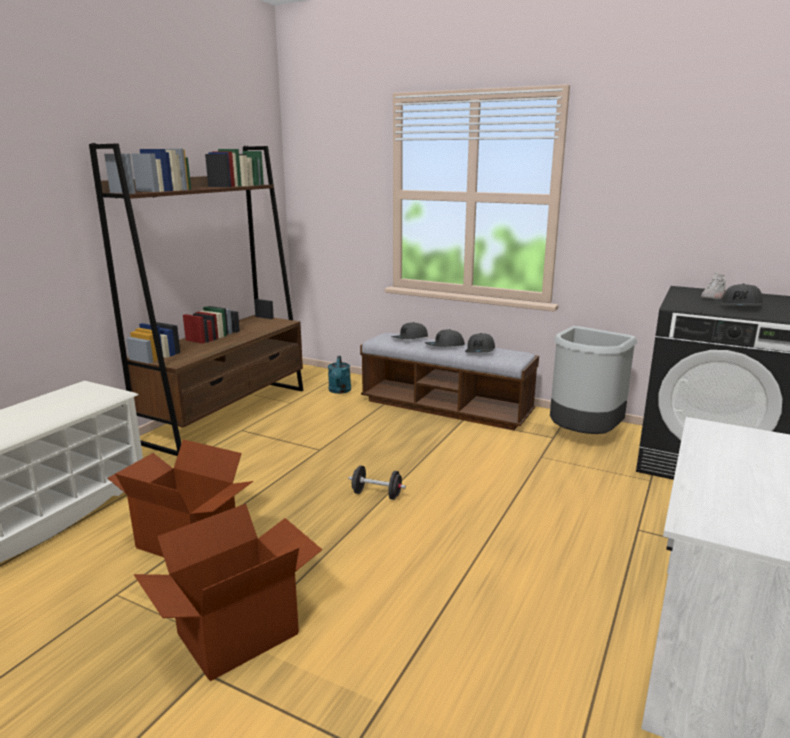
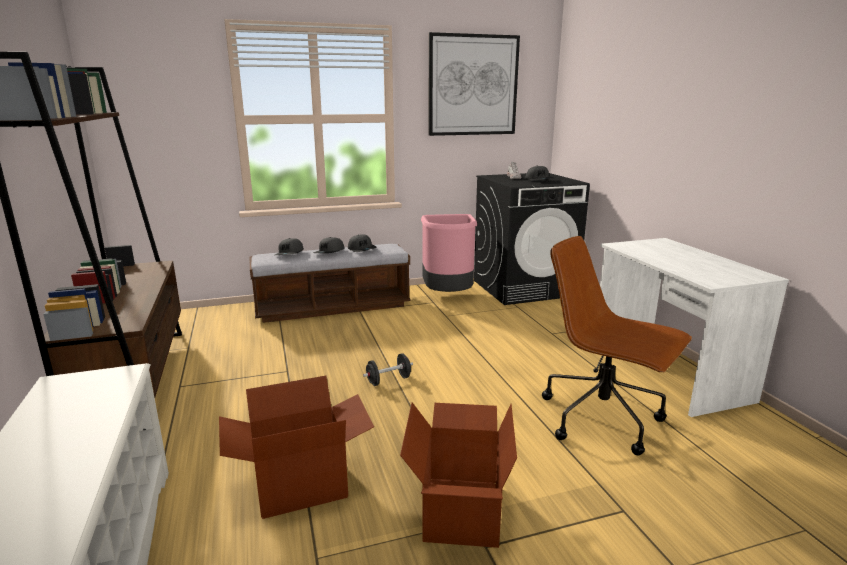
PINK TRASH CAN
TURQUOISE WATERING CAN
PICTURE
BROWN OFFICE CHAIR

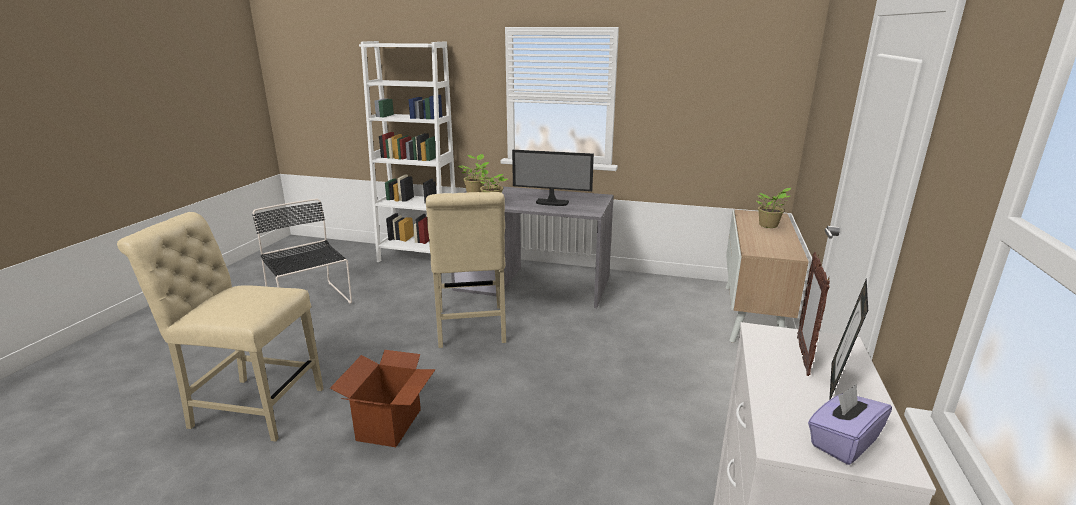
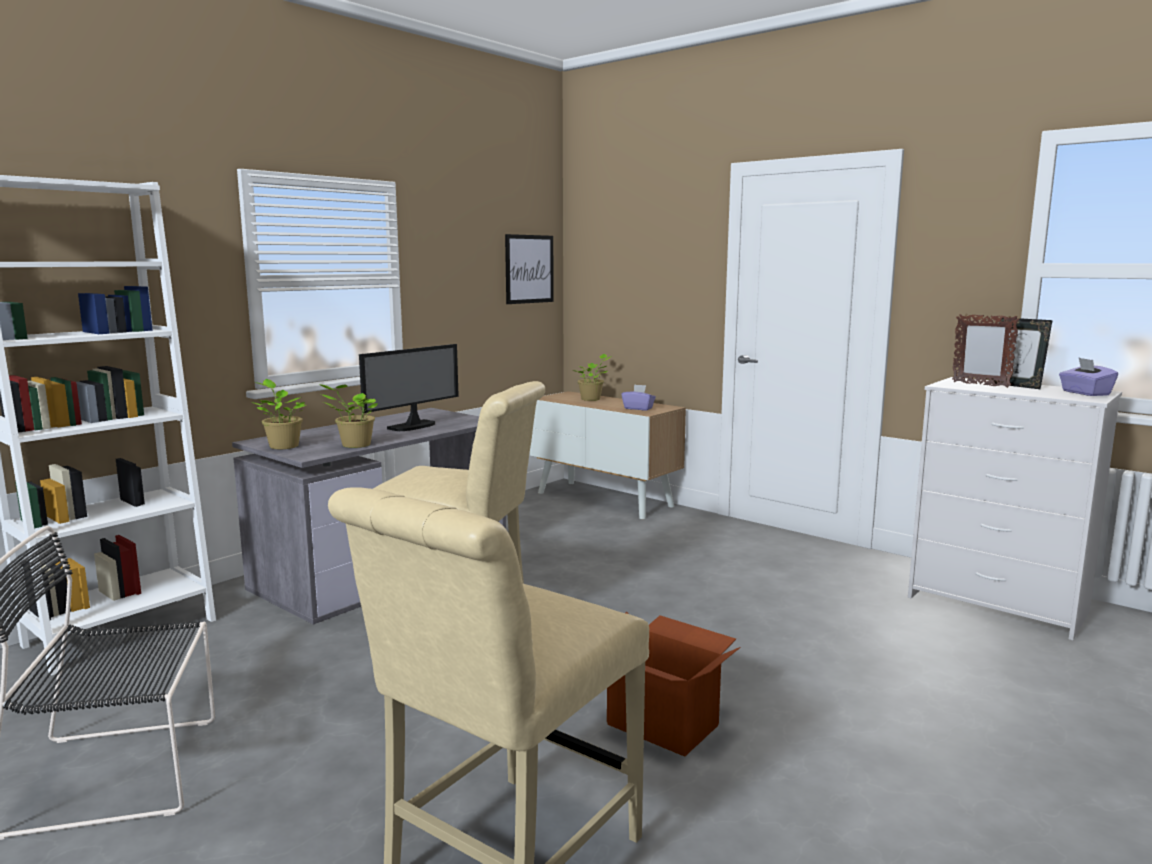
PICTURE
PURPLE TISSUE BOX (no. 1 from left)

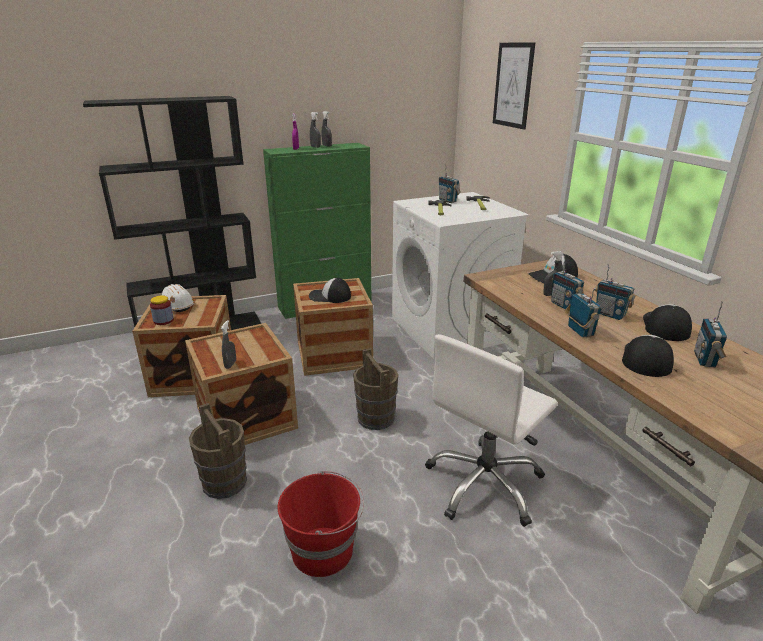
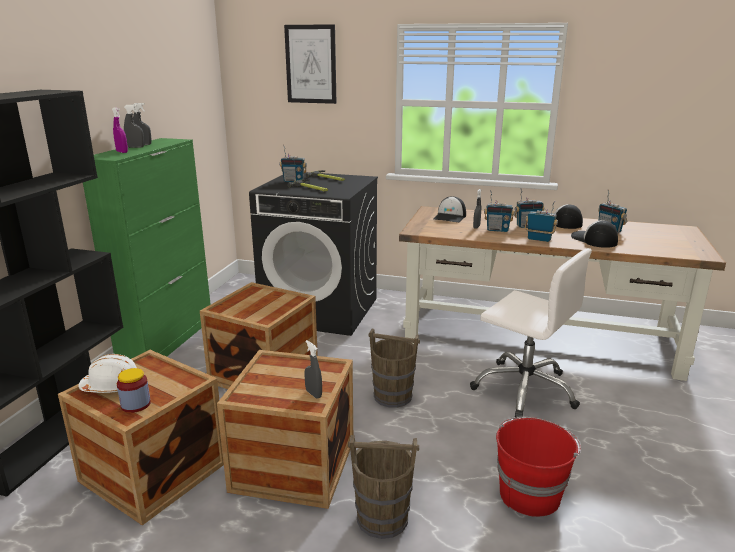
BLACK WASHING MACHINE
CAP (no. 1 from left in the first image)
WHITE OFFICE CHAIR

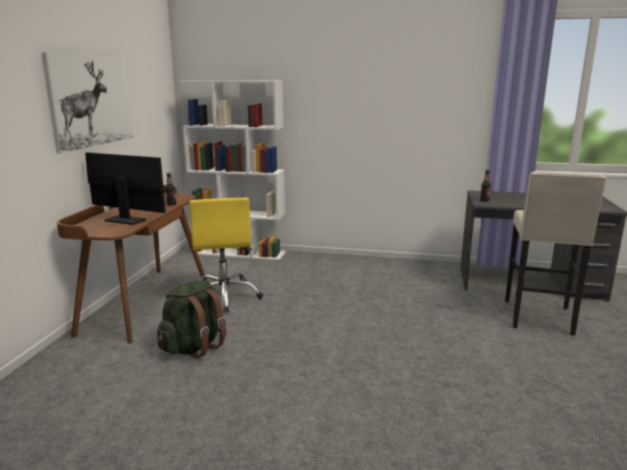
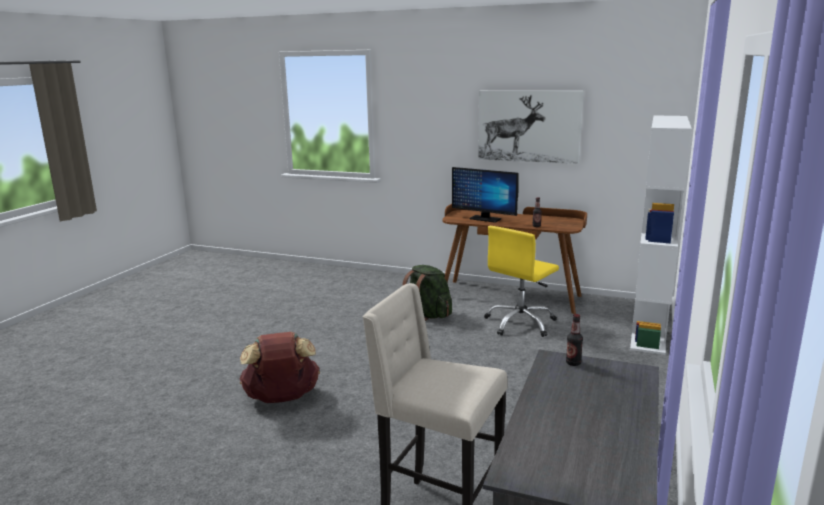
MONITOR
YELLOW OFFICE CHAIR
BROWN BACKPACK

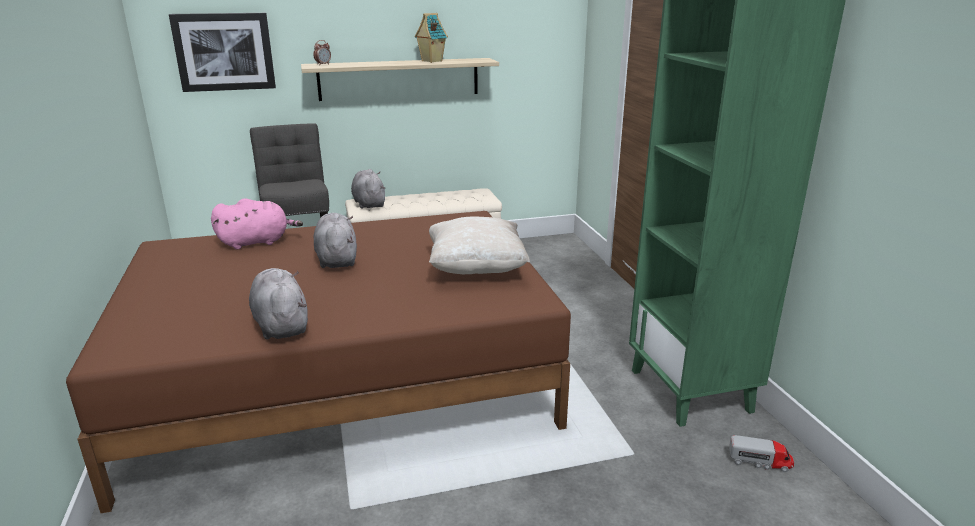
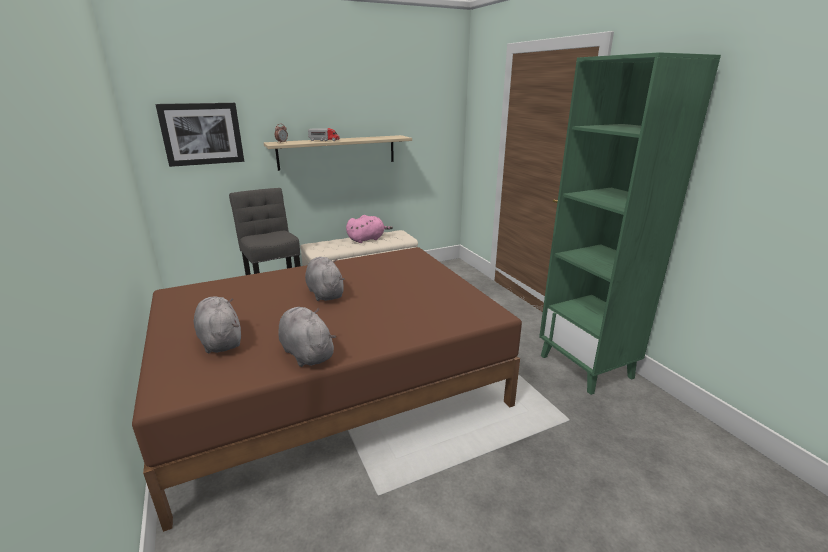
TOY HOUSE
GREY PLUSH TOY (no. 1 from left)
PINK PLUSH TOY
BEIGE PILLOW
TOY TRUCK

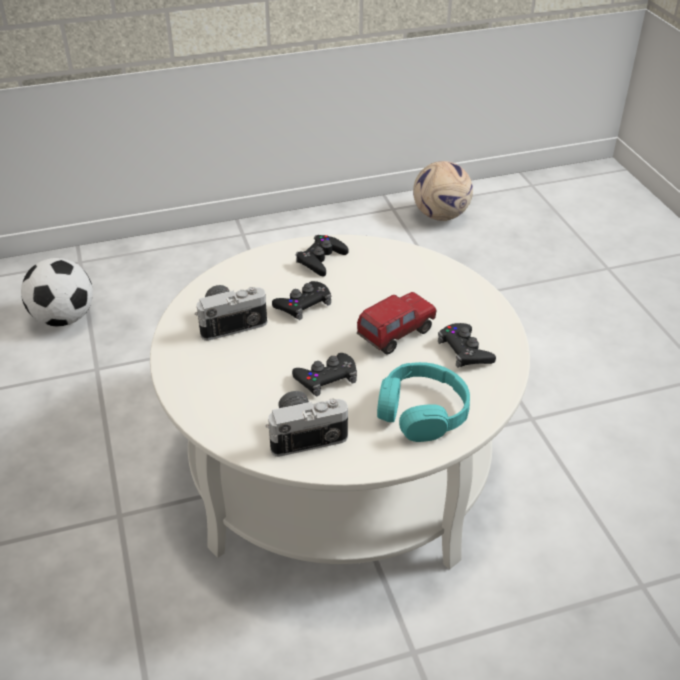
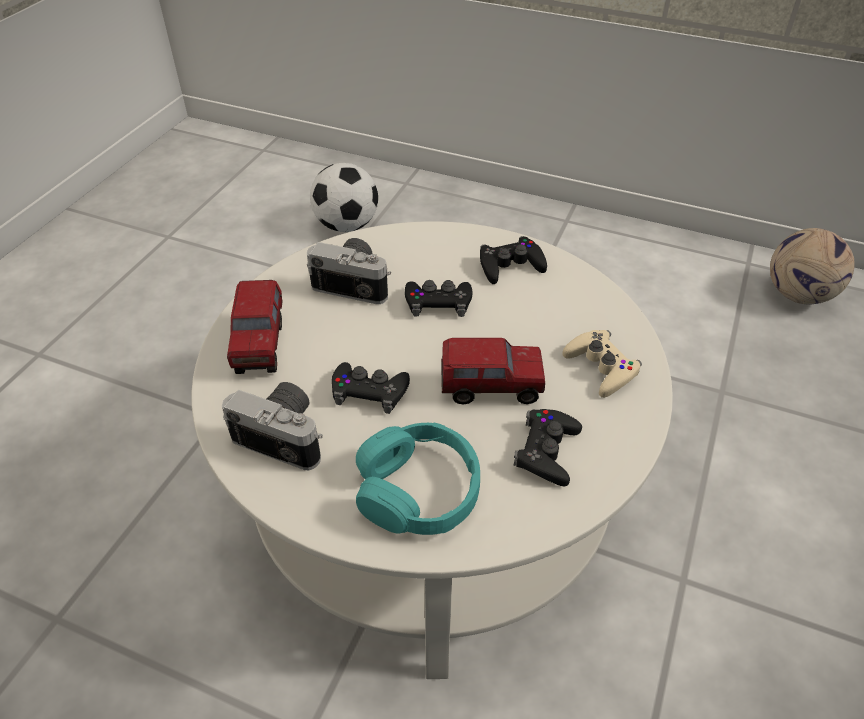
TOY TRUCK (no. 1 from left)
BEIGE GAME CONTROLLER

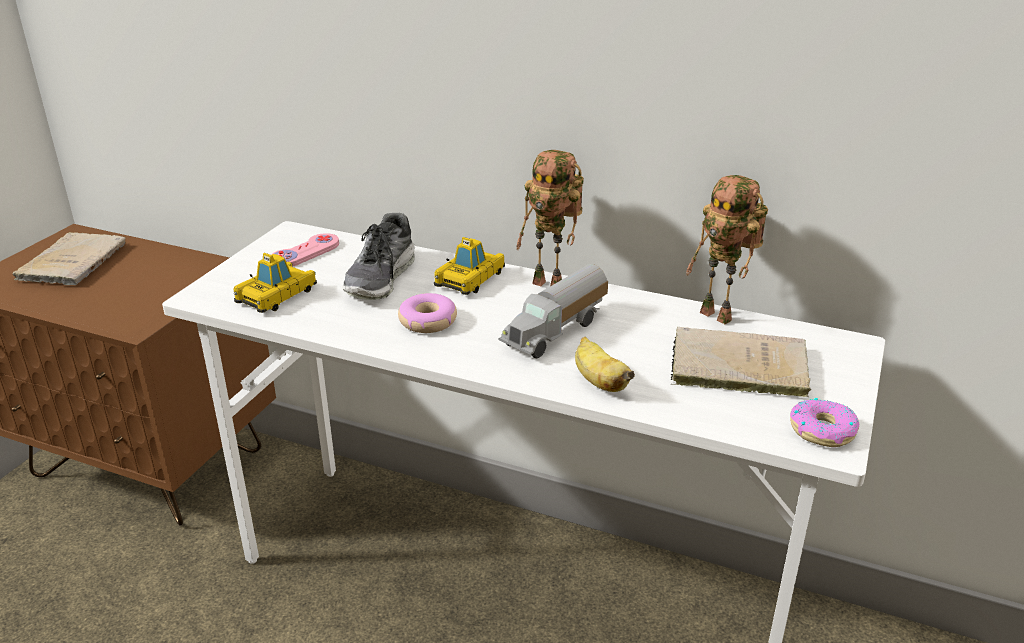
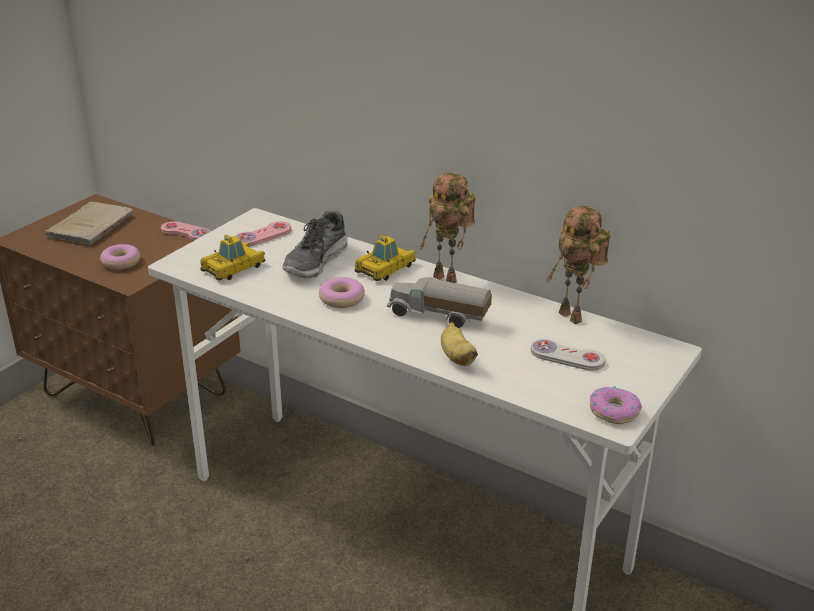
TOY TRUCK
WHITE GAME CONTROLLER
PINK GAME CONTROLLER (no. 1 from left)
DONUT (no. 1 from left)

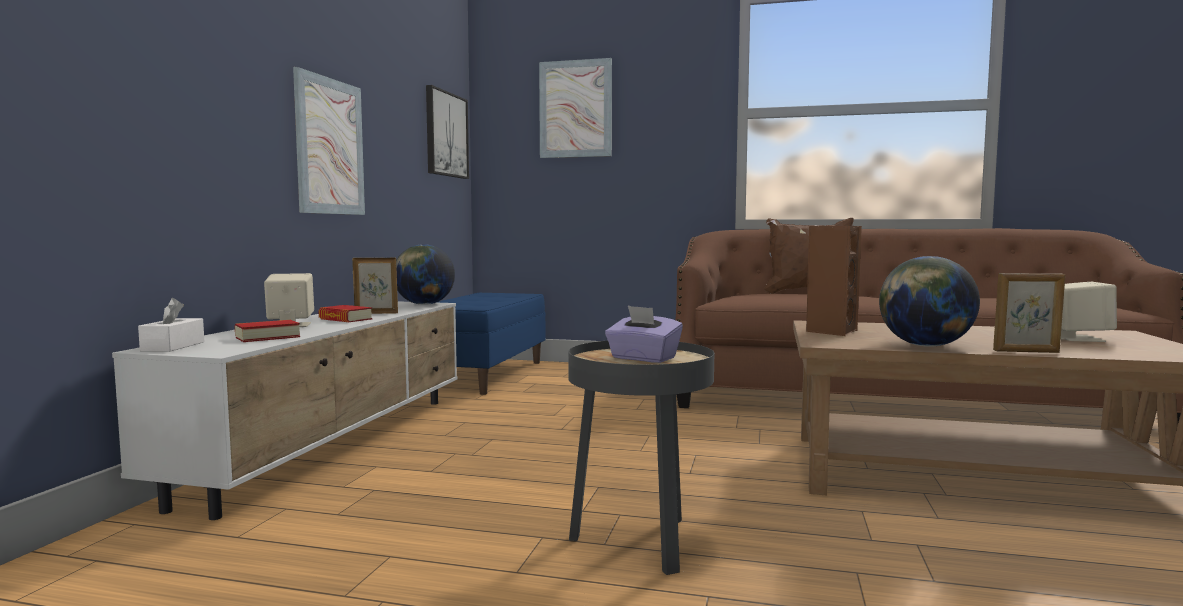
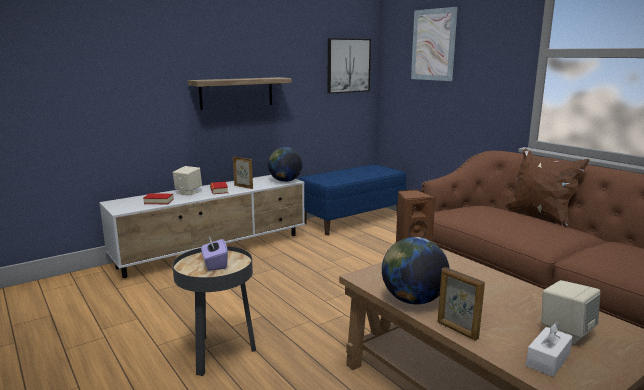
SHELF
WHITE TISSUE BOX

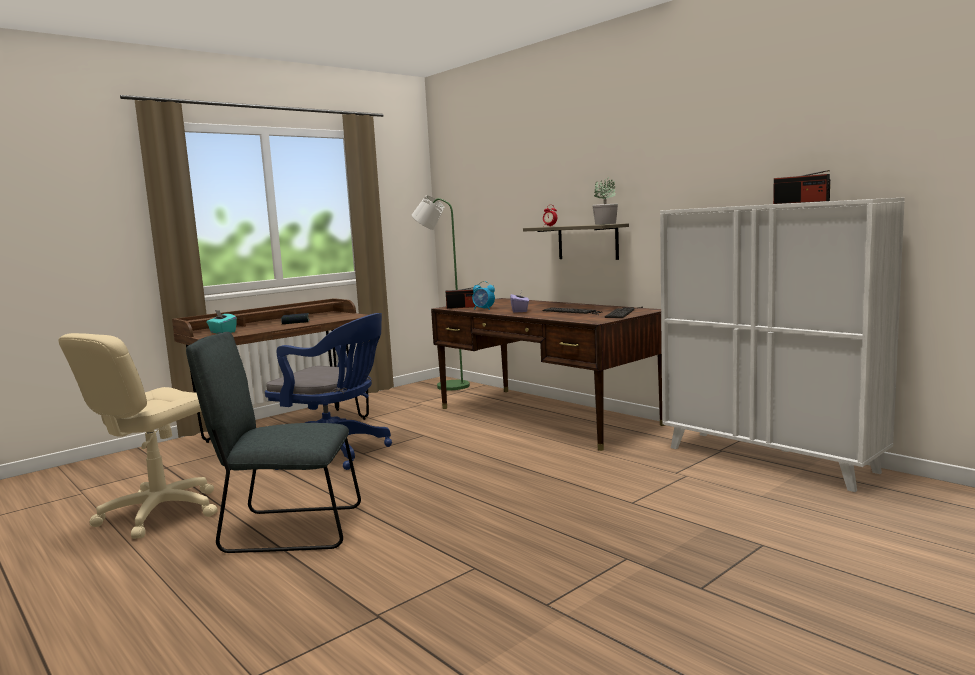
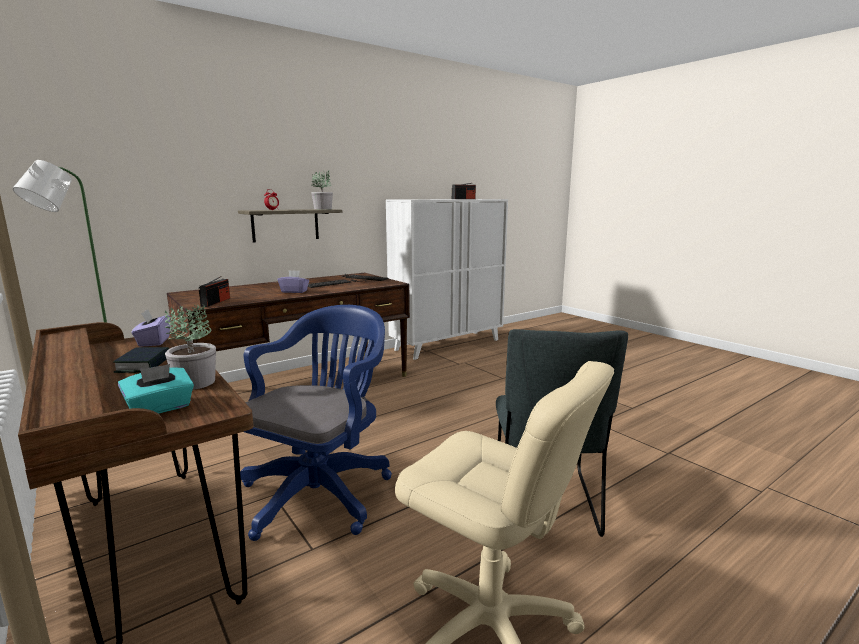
ALARM CLOCK (no. 1 from left in the first image)
POTTED PLANT (no. 1 from left)
PURPLE TISSUE BOX (no. 1 from left)

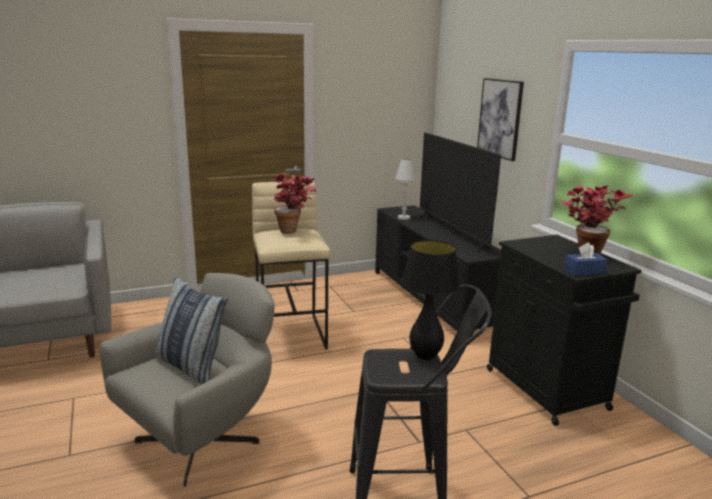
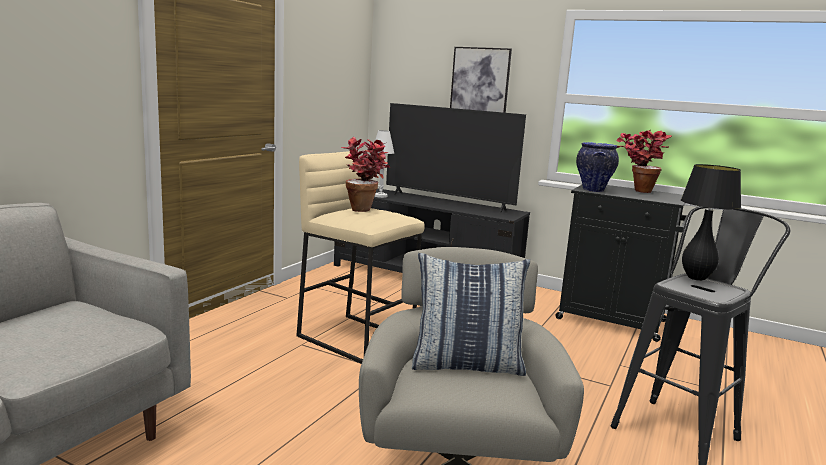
BLUE TISSUE BOX
VASE

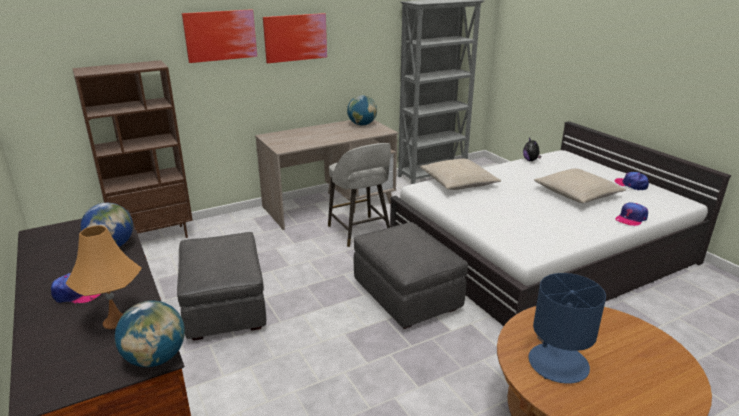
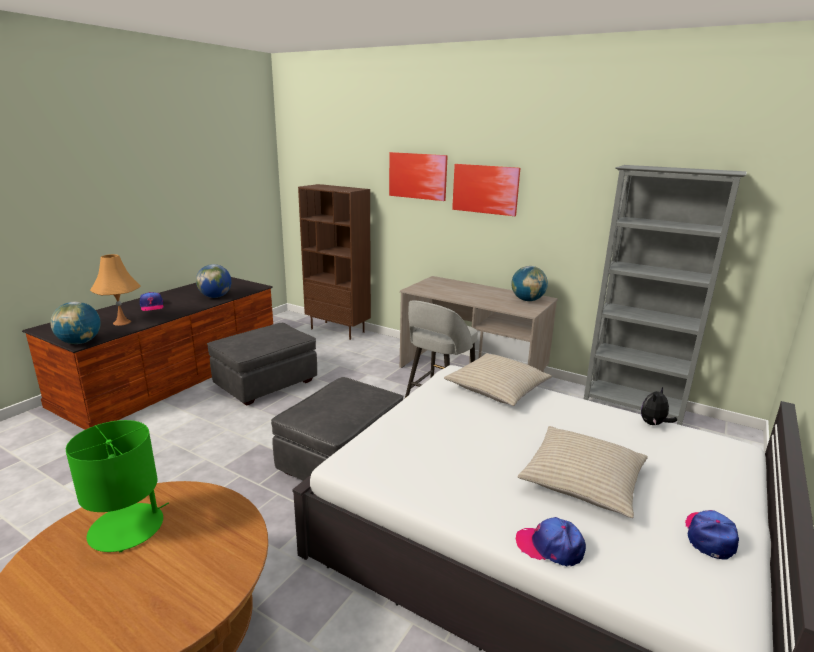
GREEN TABLE LAMP

